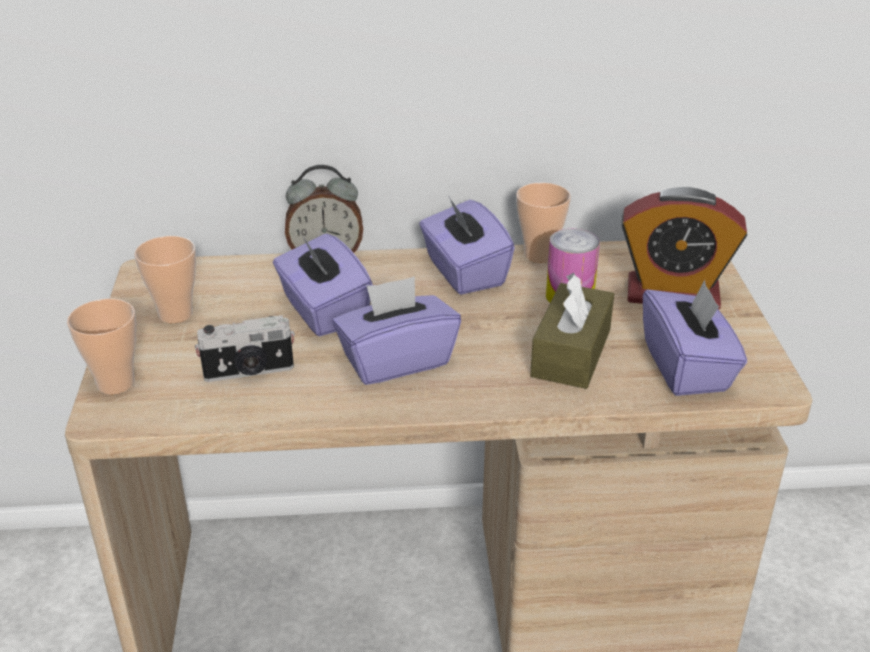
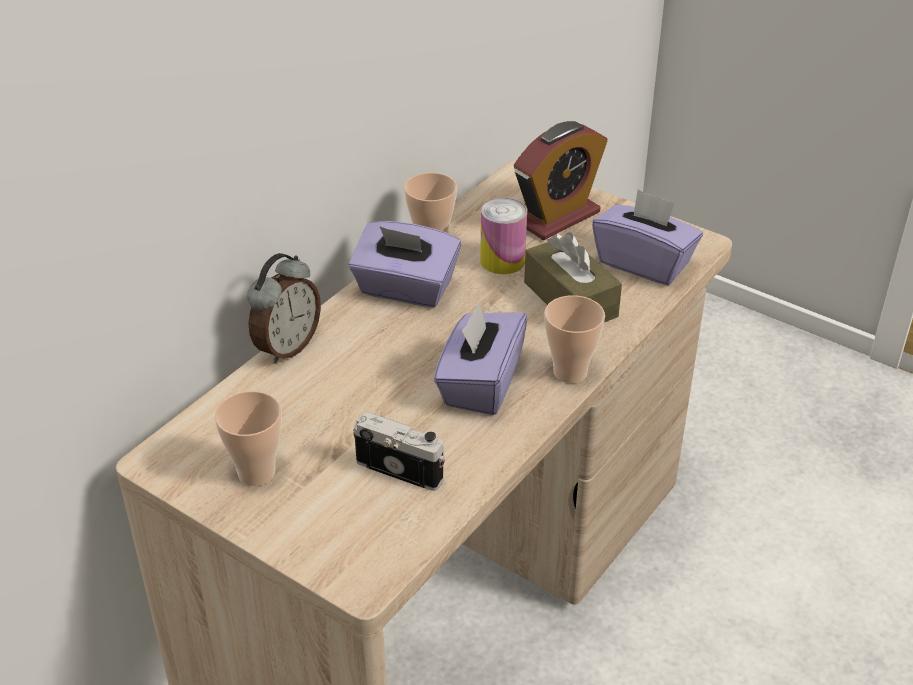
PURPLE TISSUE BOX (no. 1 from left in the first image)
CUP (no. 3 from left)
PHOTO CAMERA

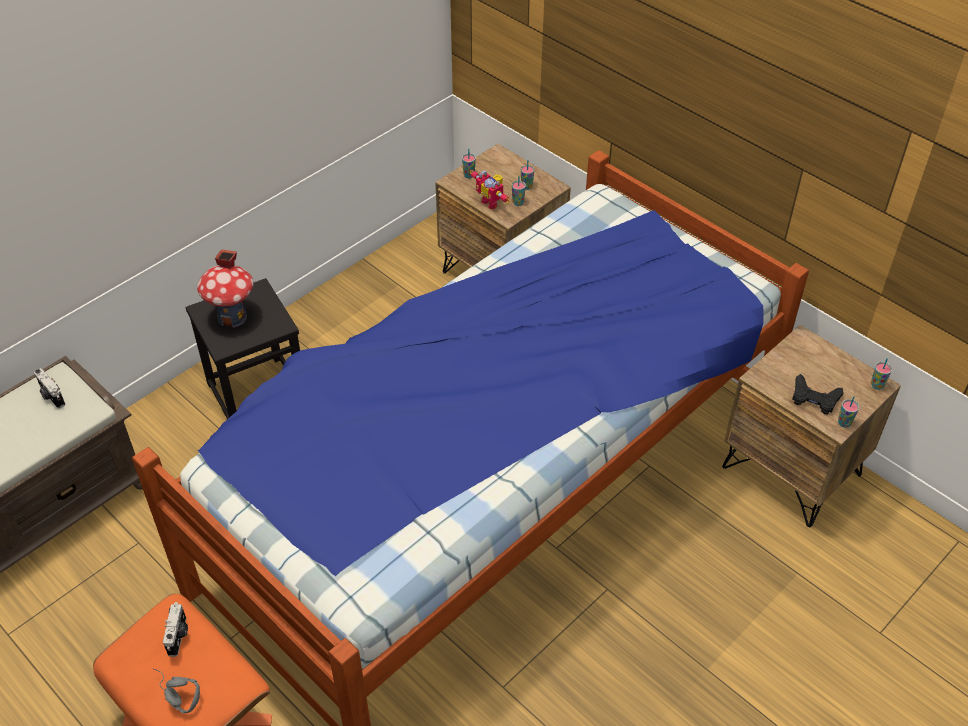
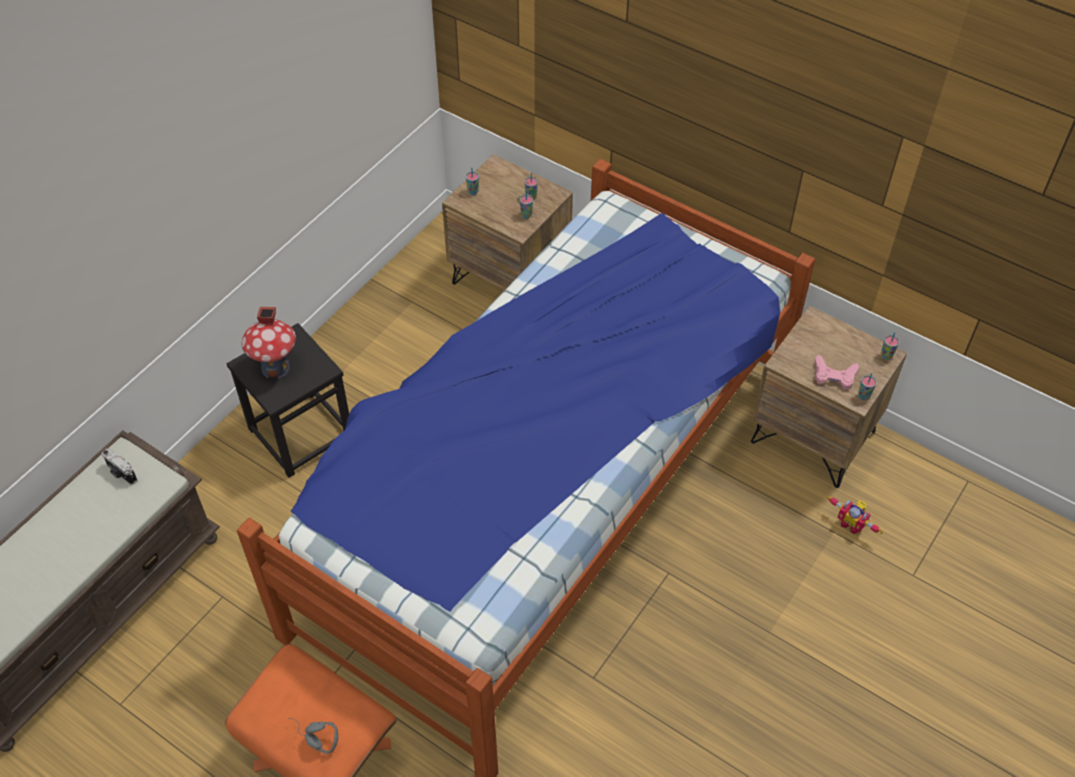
TOY ROBOT
PINK GAME CONTROLLER
PHOTO CAMERA (no. 2 from left in the first image)

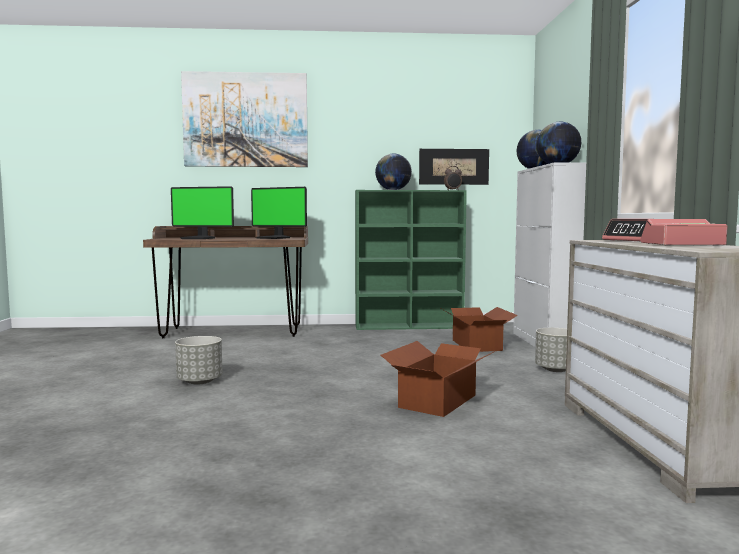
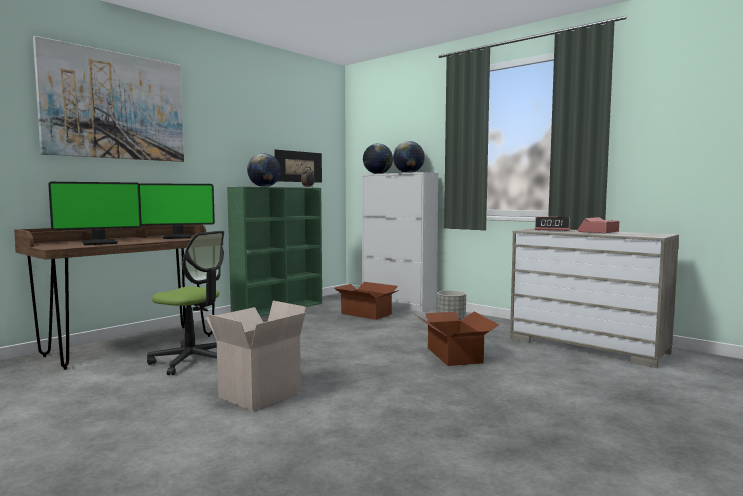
CARDBOARD BOX (no. 1 from left)
OFFICE CHAIR

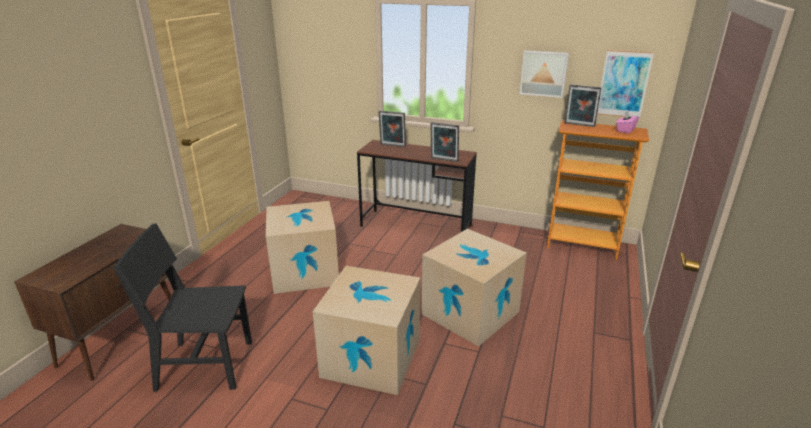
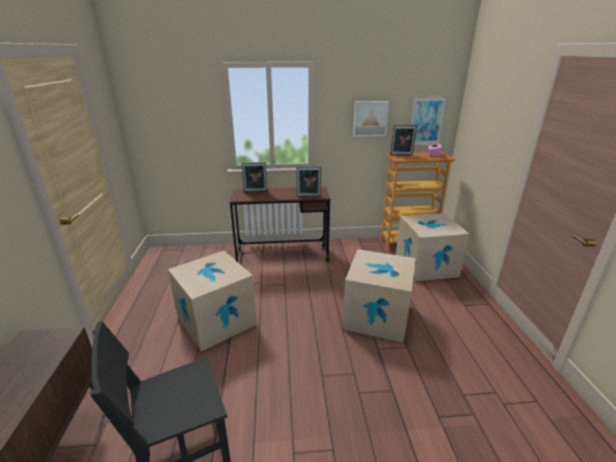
CARDBOARD BOX (no. 3 from left)

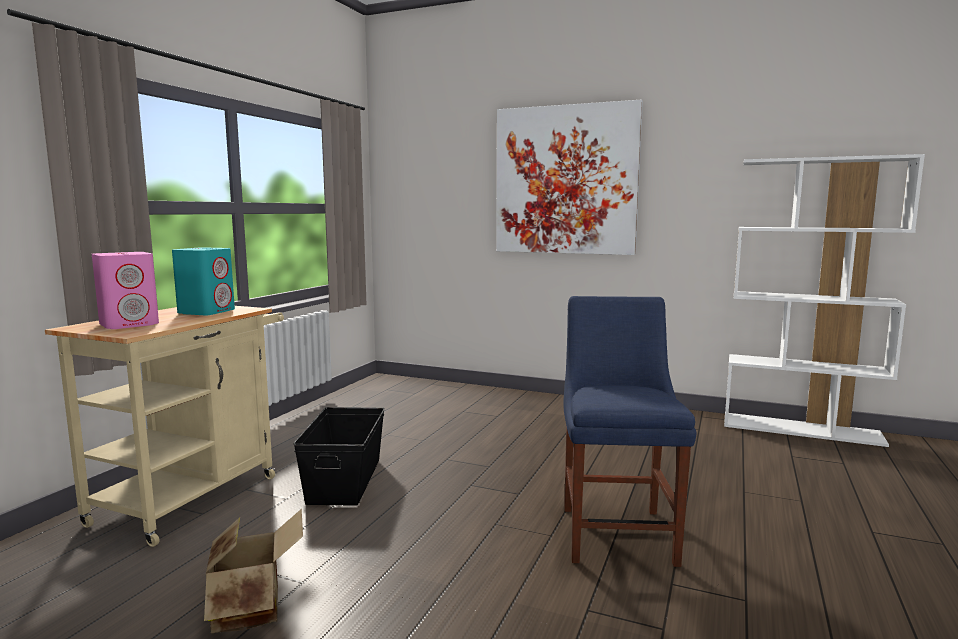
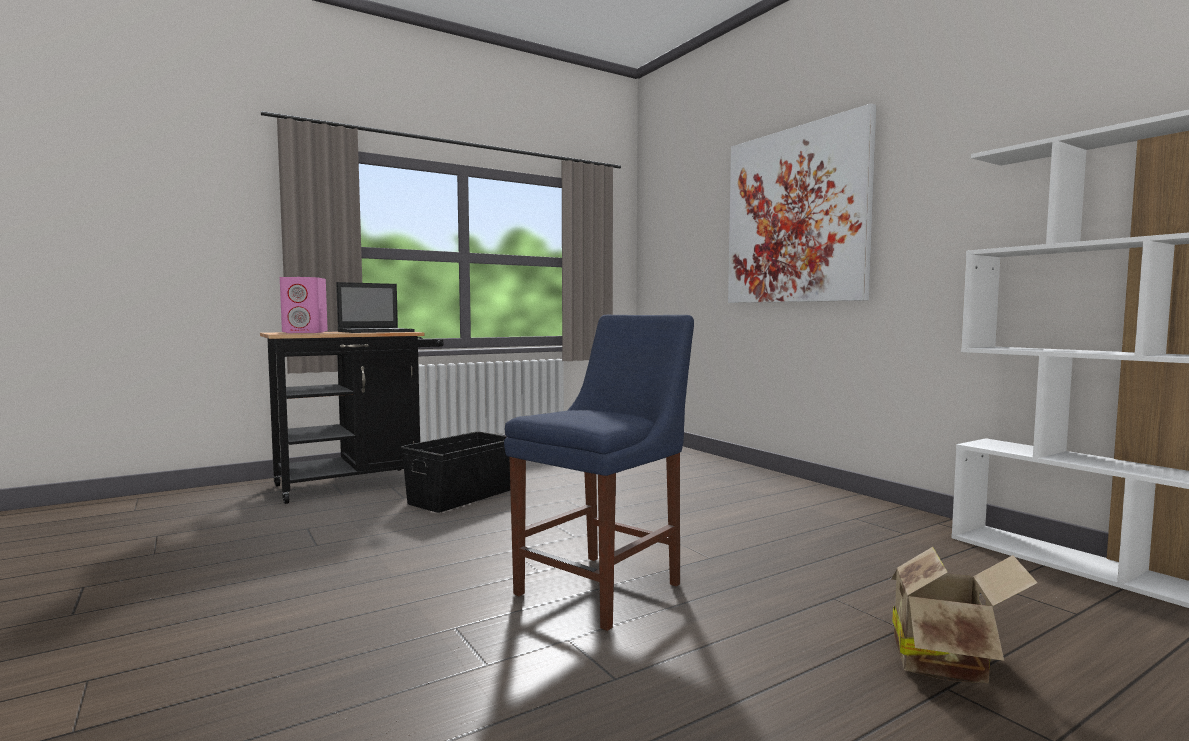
LAPTOP
BLACK CART
CARDBOARD BOX

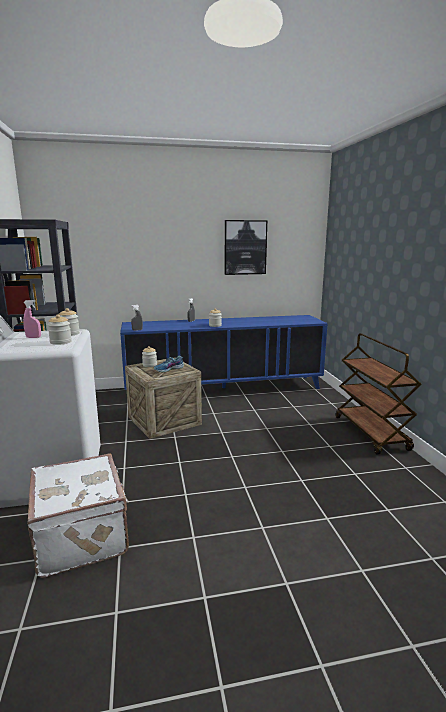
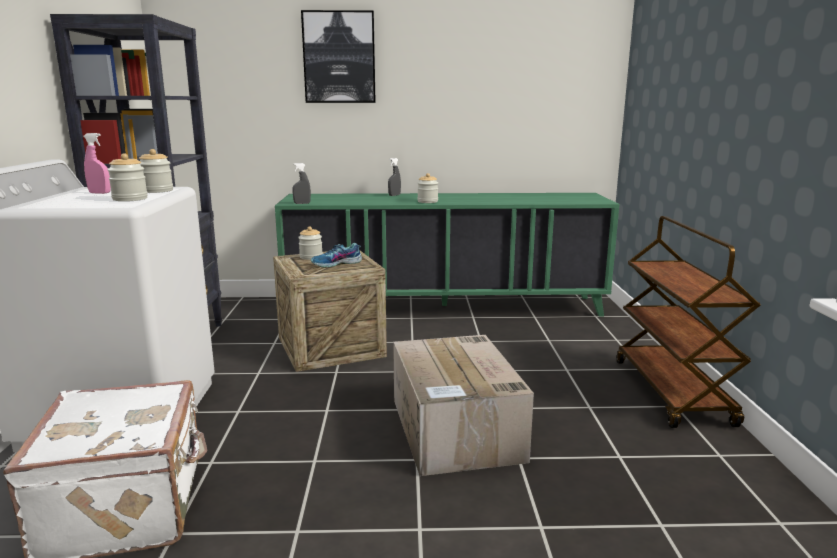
PICTURE
GREEN CABINET
CARDBOARD BOX

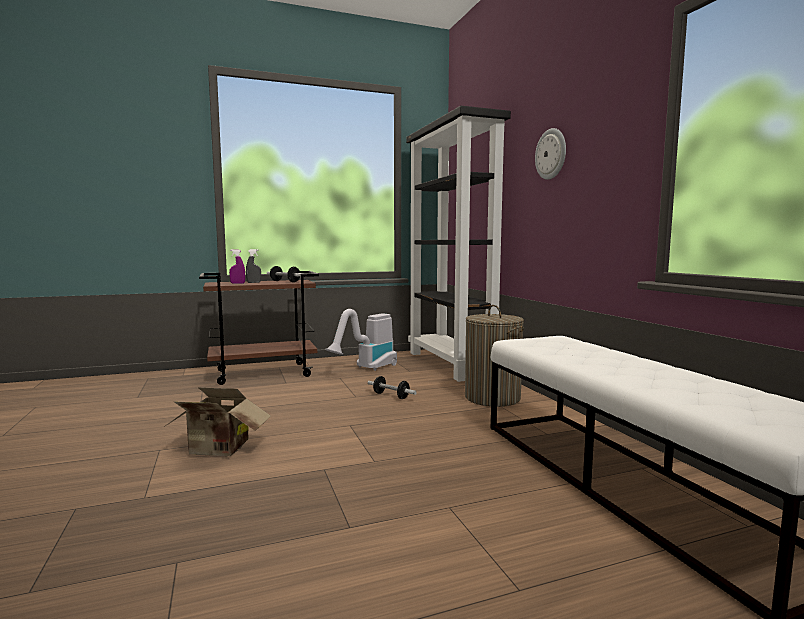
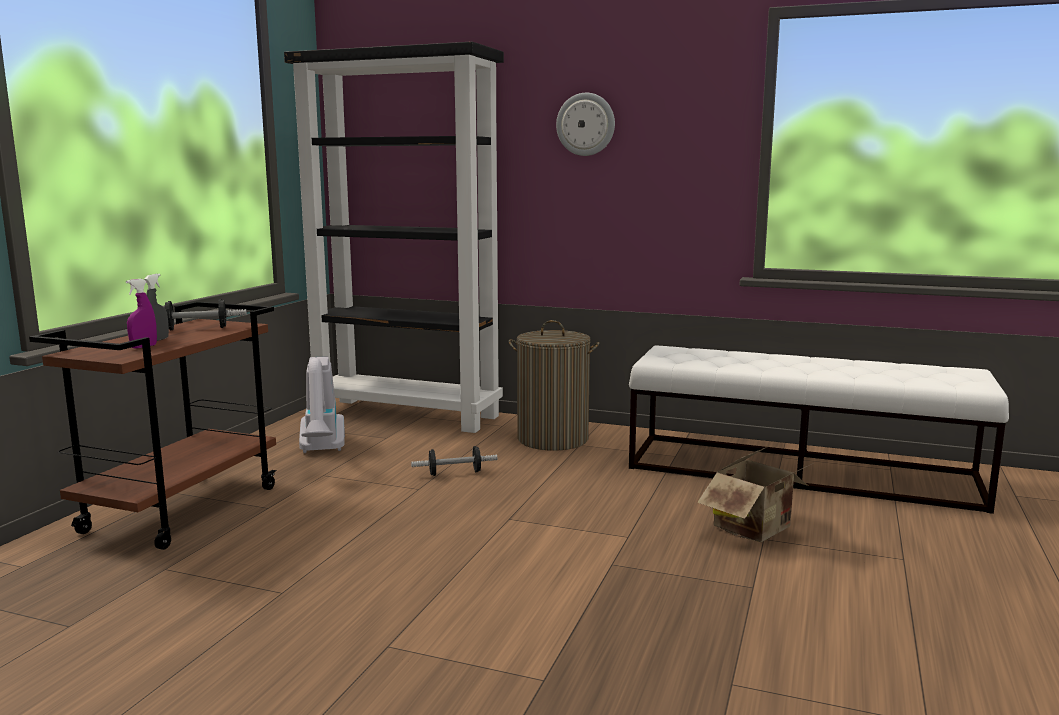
CARDBOARD BOX

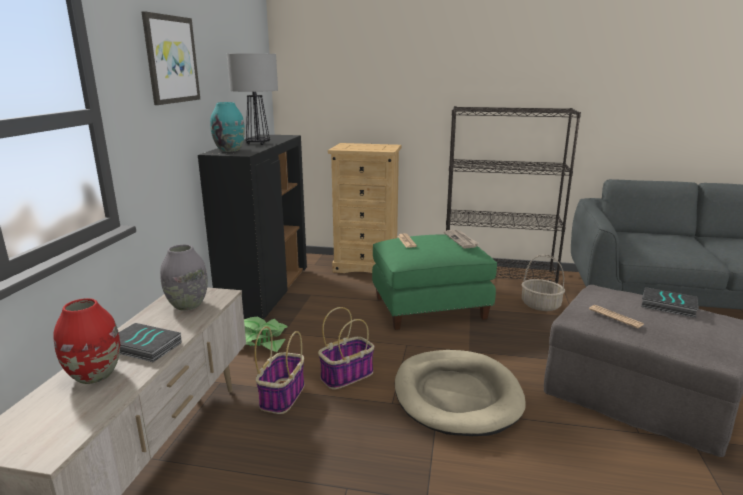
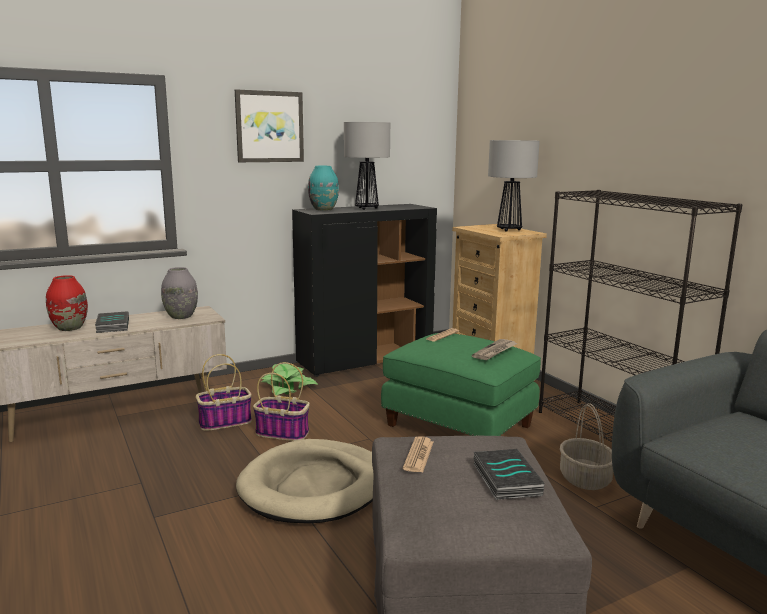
TABLE LAMP (no. 2 from left)

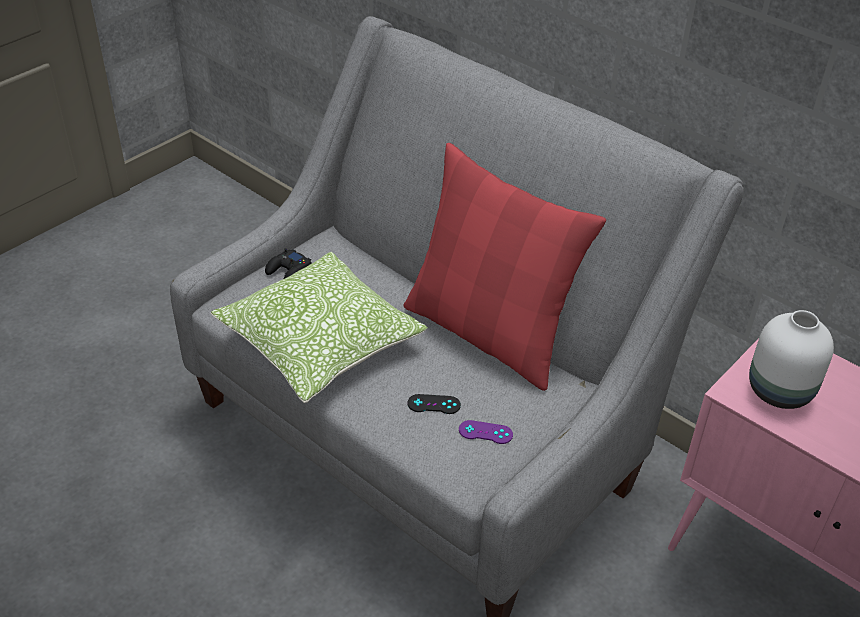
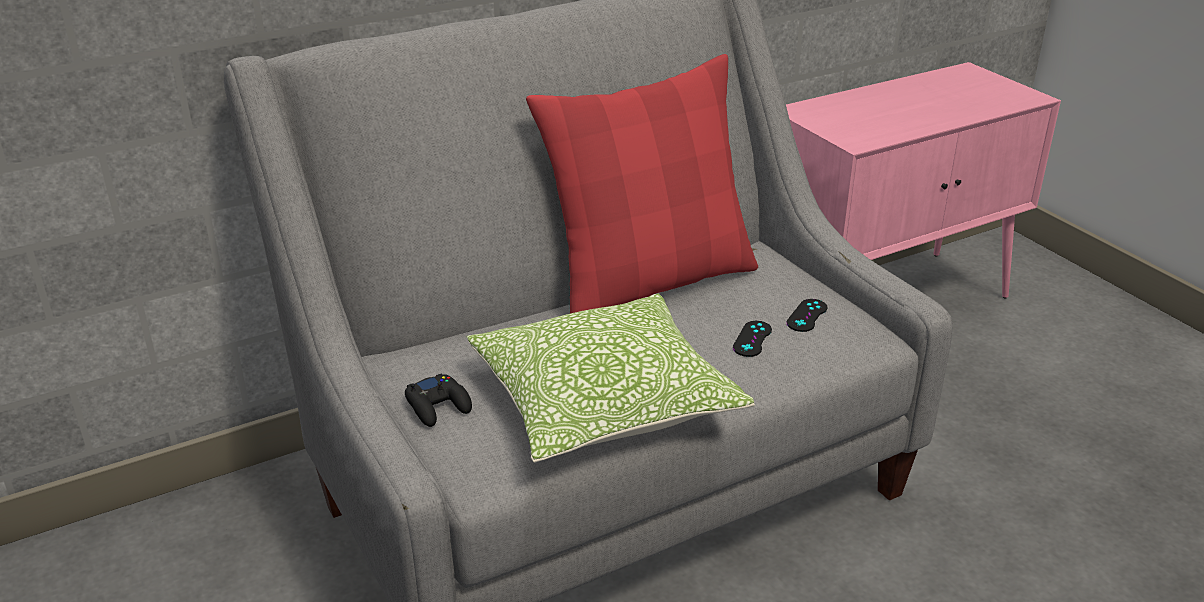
WHITE VASE
BLACK GAME CONTROLLER (no. 3 from left)

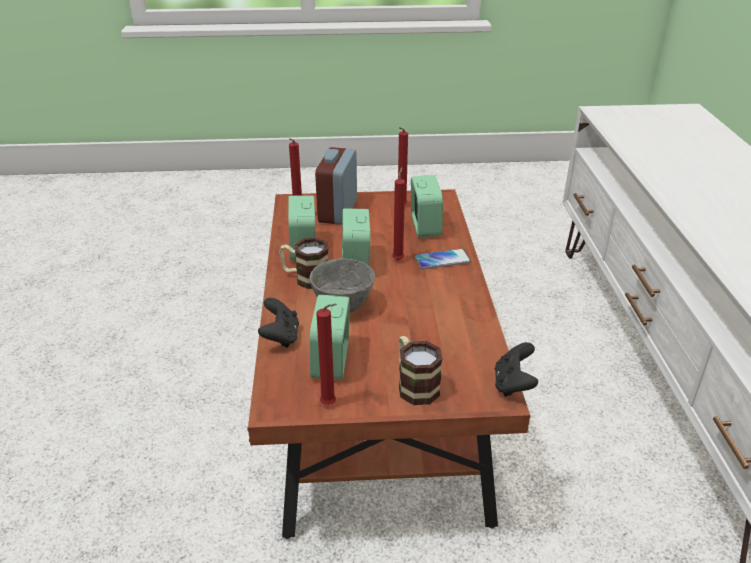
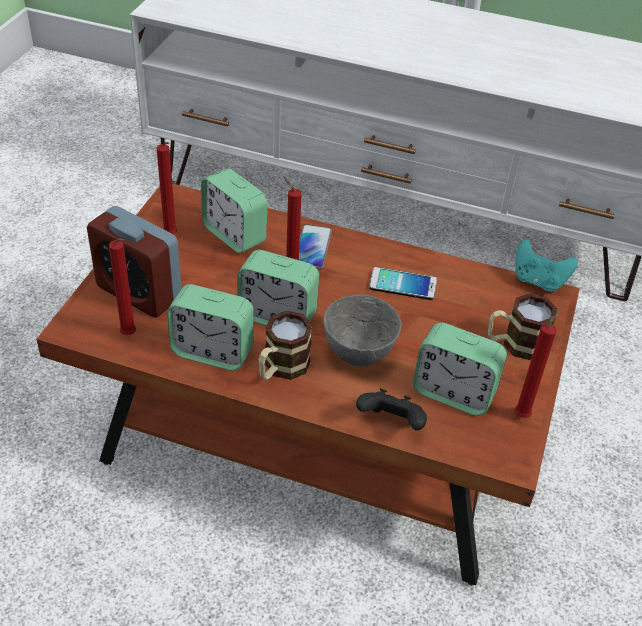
ALARM CLOCK (no. 3 from left)
TURQUOISE GAME CONTROLLER
PHONE (no. 2 from left)

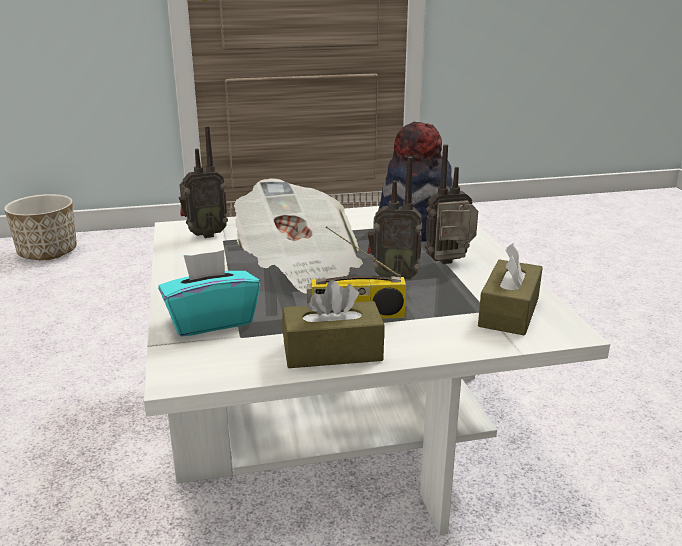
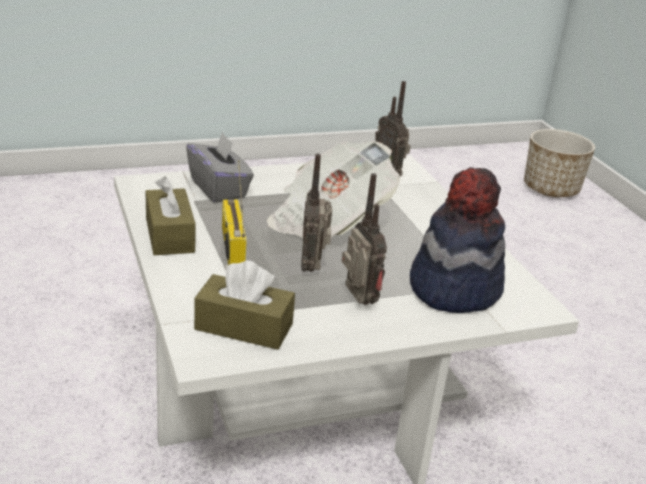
GREY TISSUE BOX

